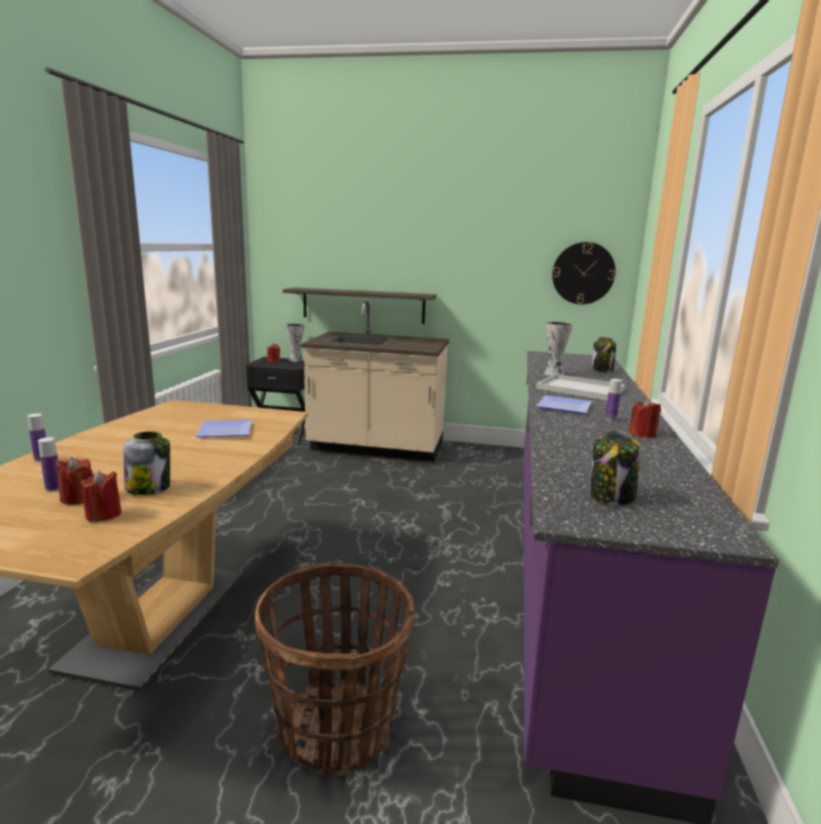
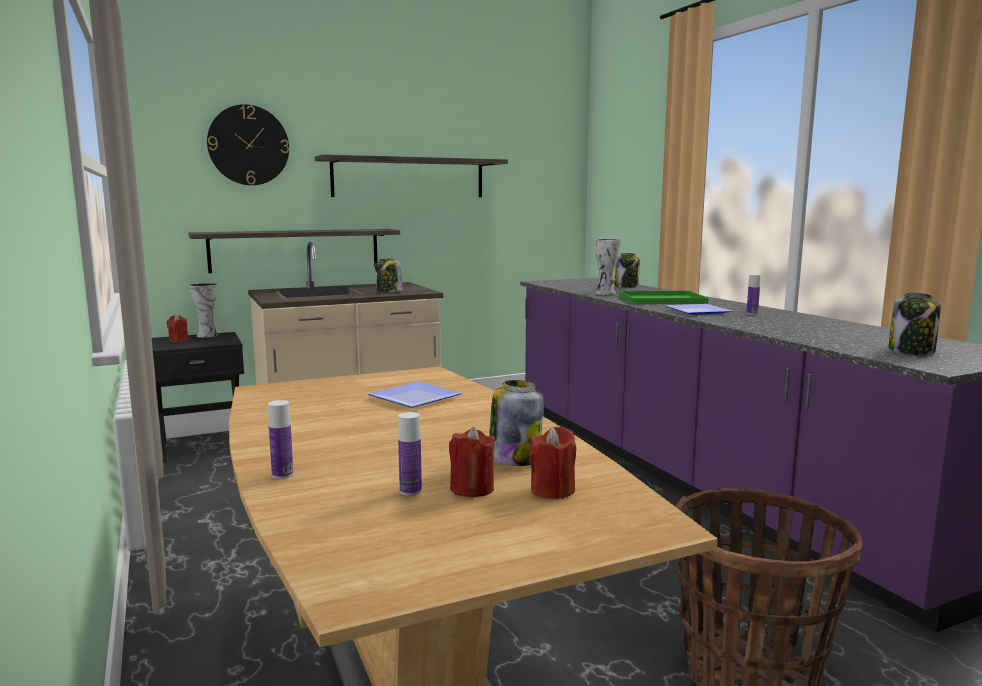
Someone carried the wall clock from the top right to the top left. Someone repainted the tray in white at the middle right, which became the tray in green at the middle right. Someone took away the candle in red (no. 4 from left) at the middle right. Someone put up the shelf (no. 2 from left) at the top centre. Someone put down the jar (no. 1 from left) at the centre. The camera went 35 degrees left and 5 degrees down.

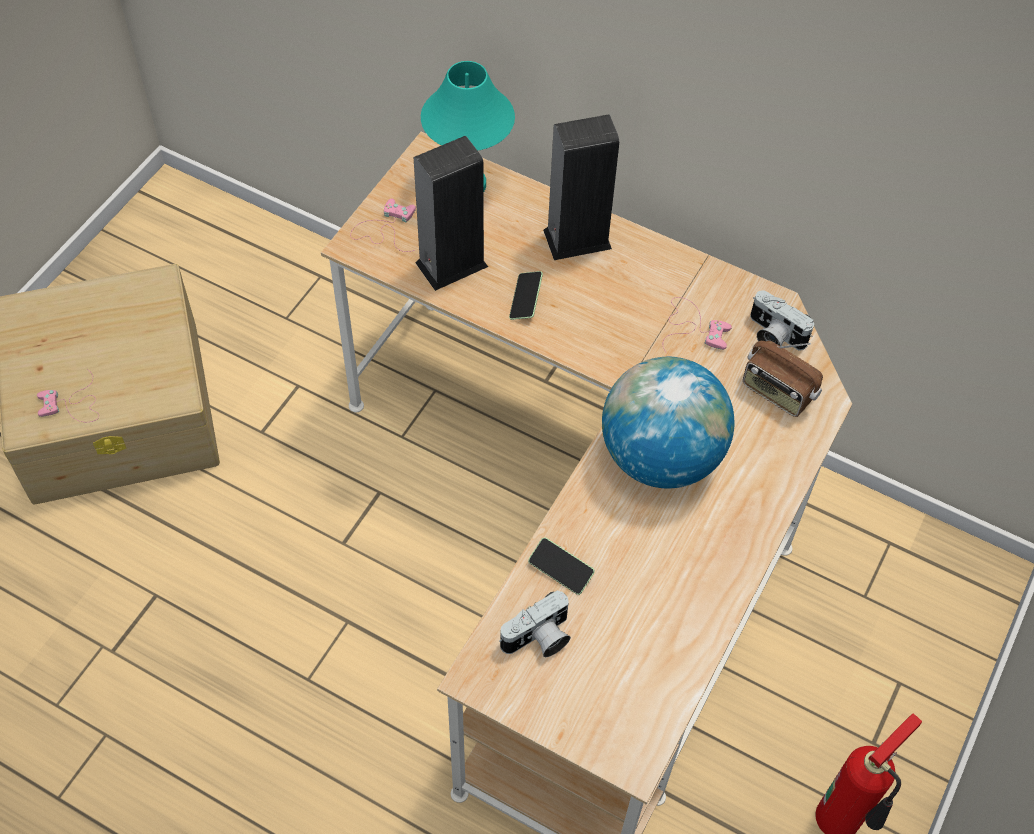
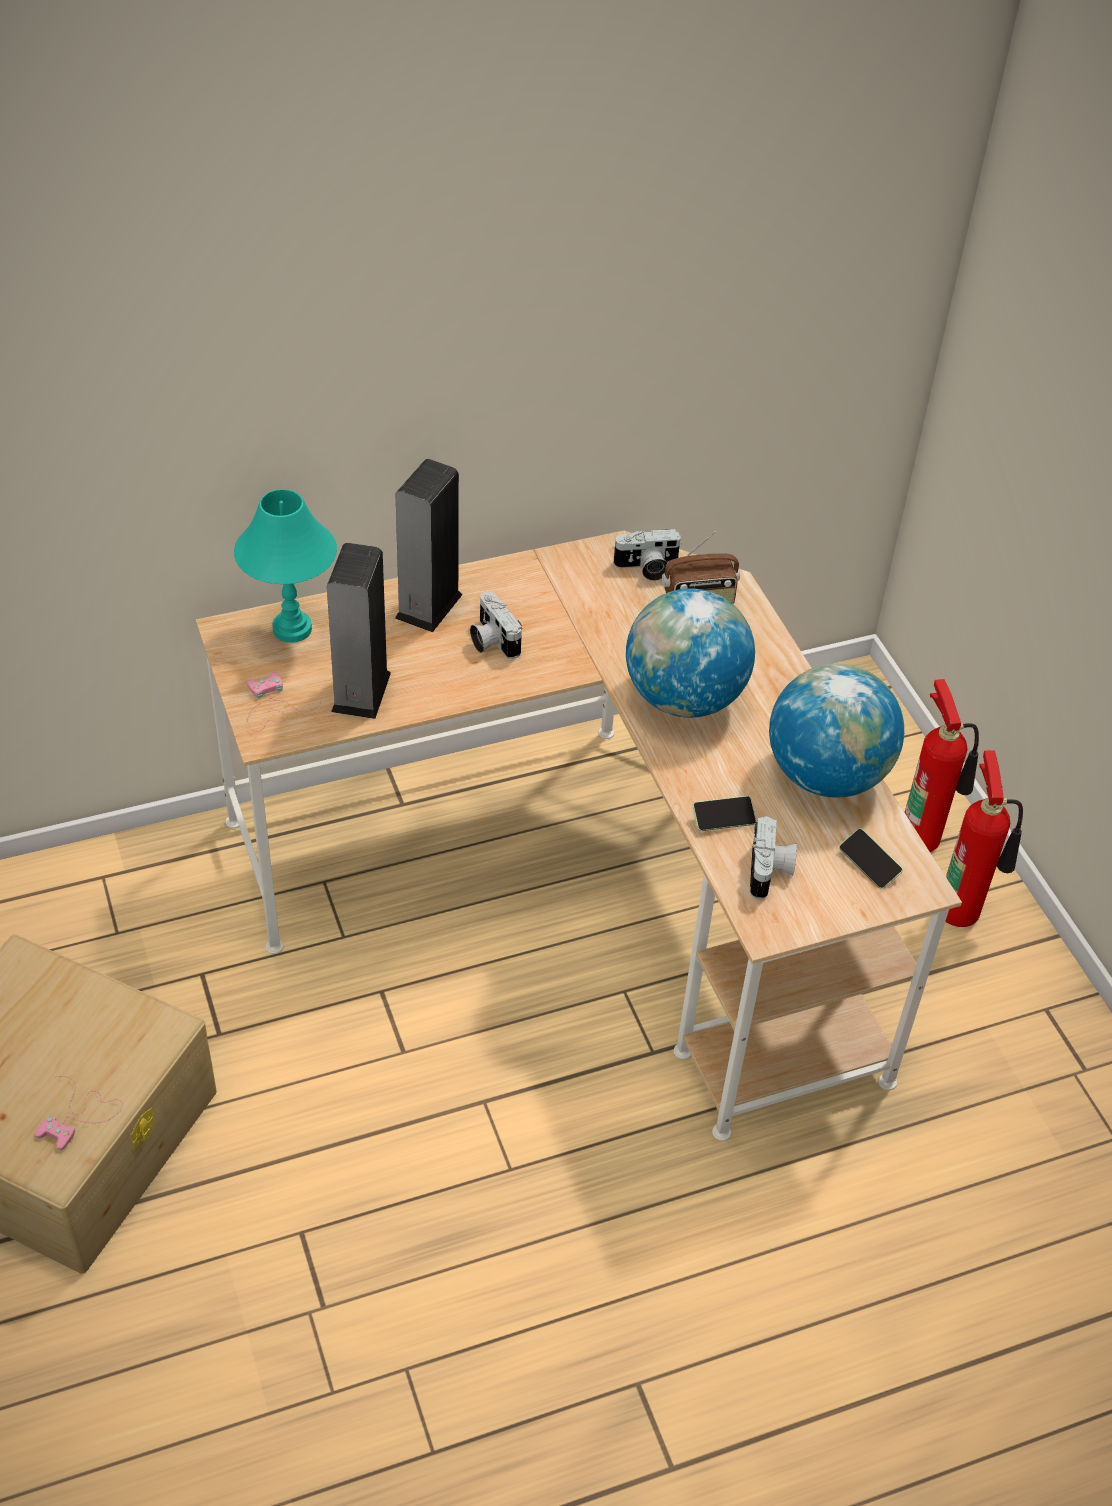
Someone carried the phone (no. 1 from left in the first image) from the centre to the middle right. Someone took away the game controller in pink (no. 3 from left) at the middle right. Someone put down the photo camera (no. 1 from left) at the centre. Someone put down the globe (no. 2 from left) at the middle right. Someone put down the fire extinguisher (no. 1 from left) at the middle right. The camera went 50 degrees left and 10 degrees down.

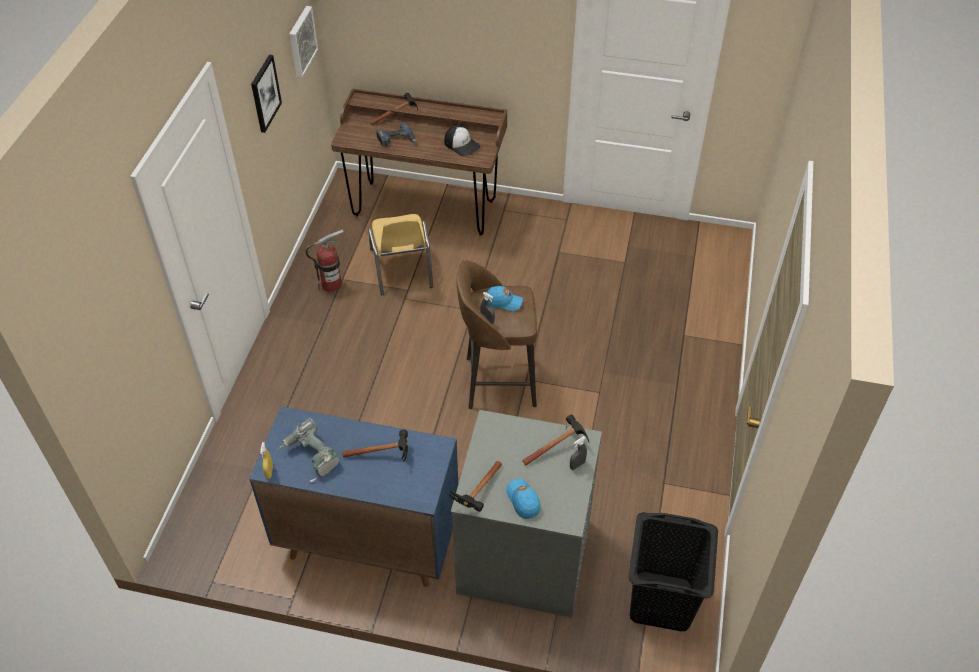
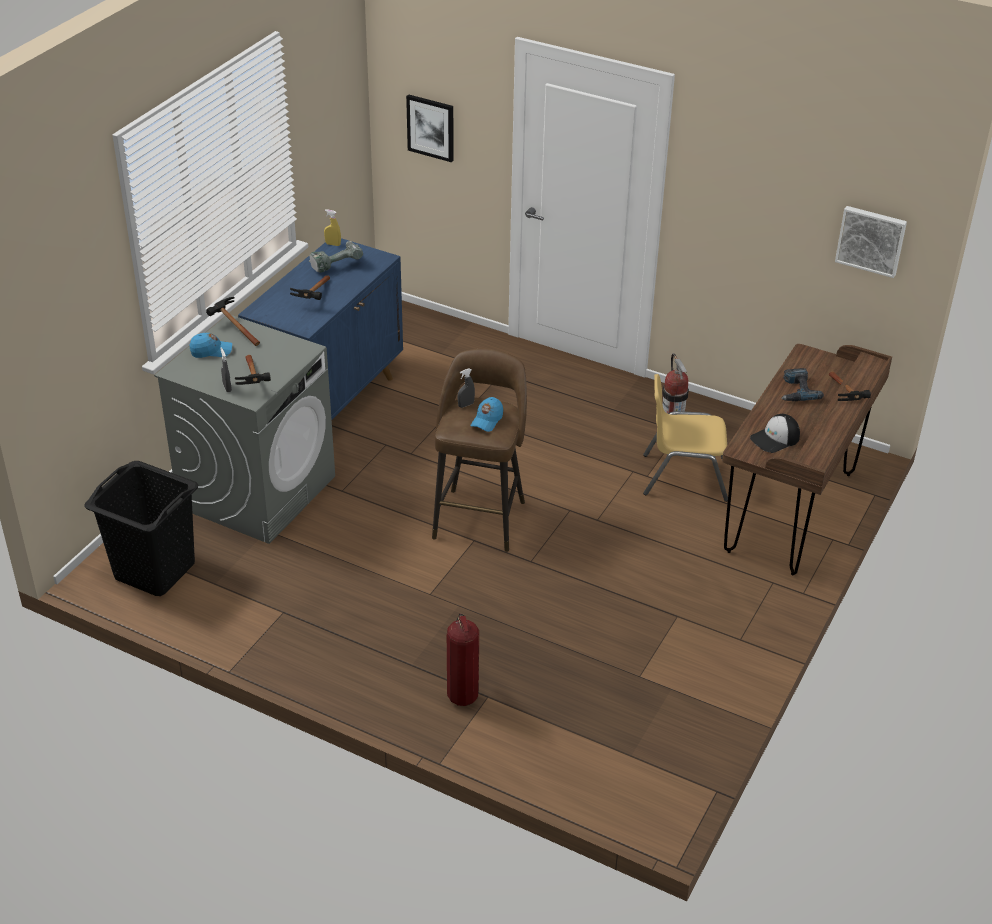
Someone carried the picture (no. 1 from left) from the top left to the top centre. Someone put down the fire extinguisher (no. 1 from left) at the bottom centre. The camera went 105 degrees right and 10 degrees down.

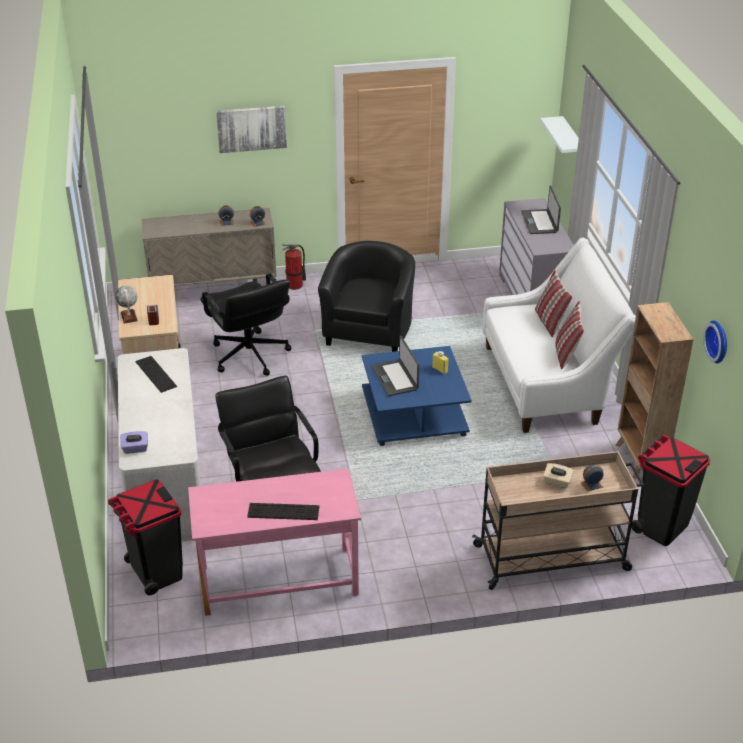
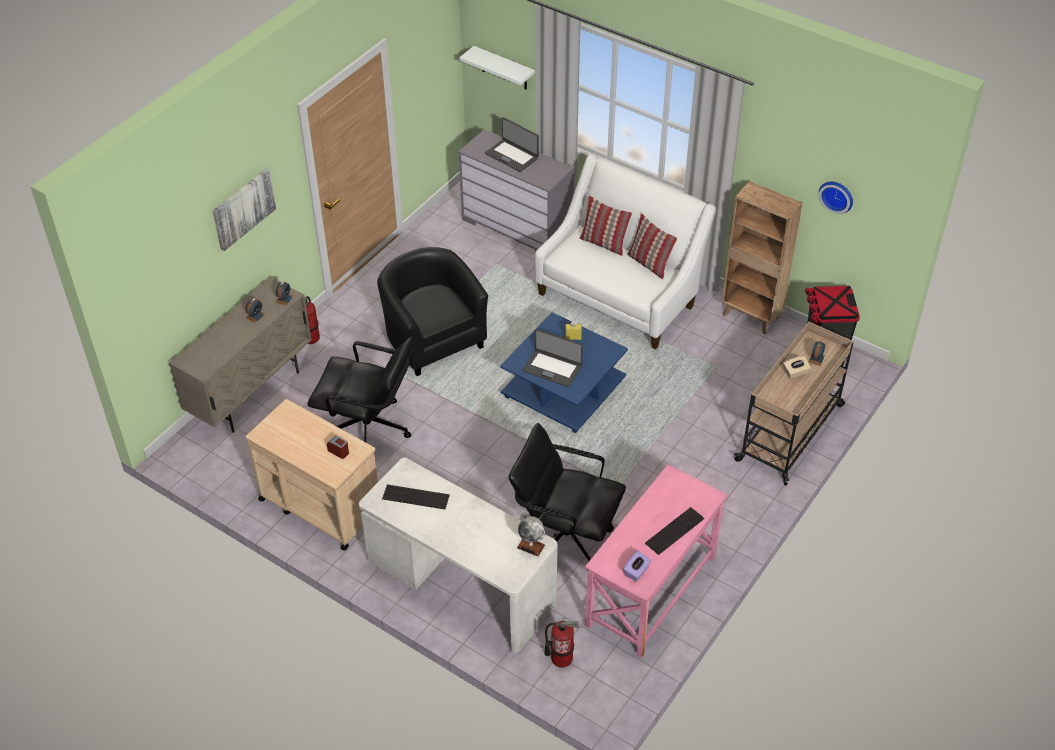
Someone carried the globe from the middle left to the bottom centre. Someone carried the tissue box in purple from the middle left to the bottom centre. Someone swapped the trash can in black (no. 1 from left) at the bottom left for the fire extinguisher (no. 2 from left) at the bottom centre. The camera went 45 degrees left and 10 degrees up.

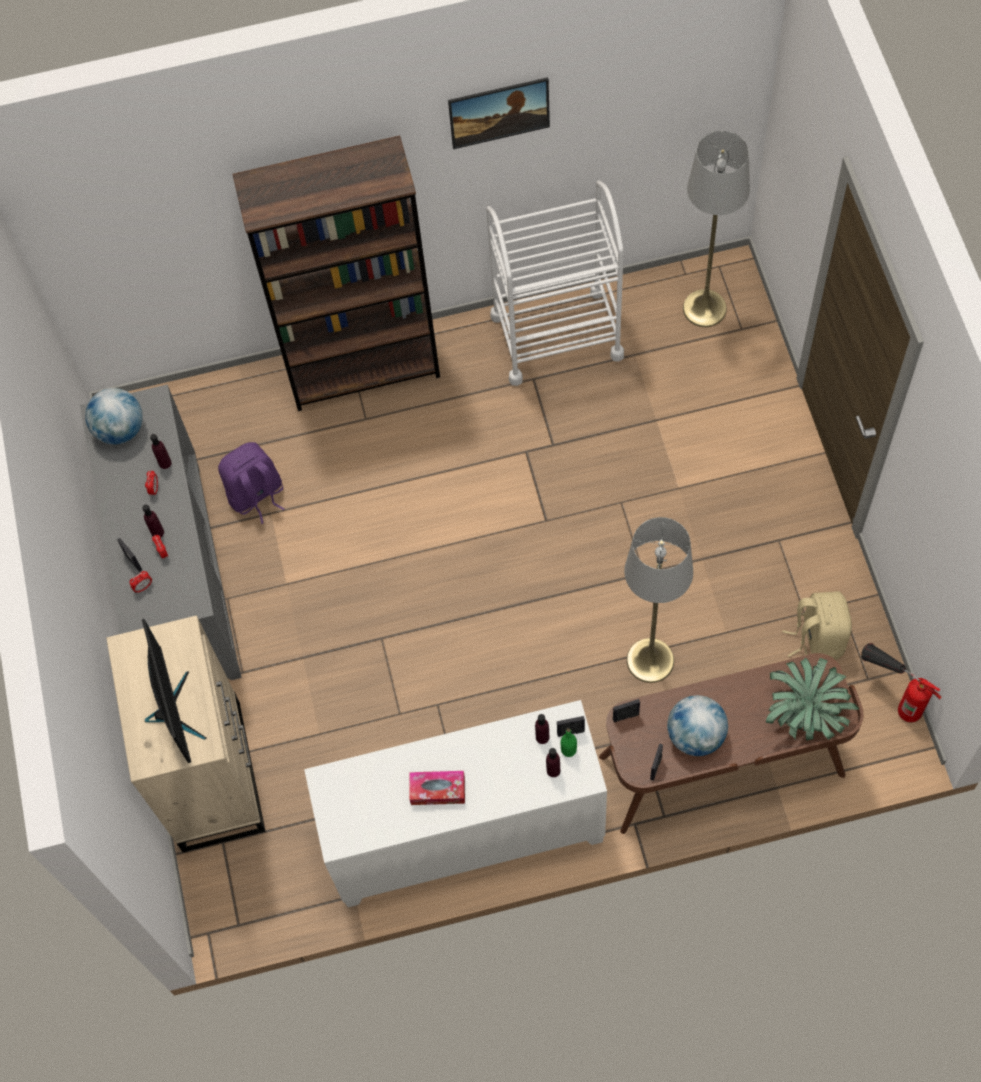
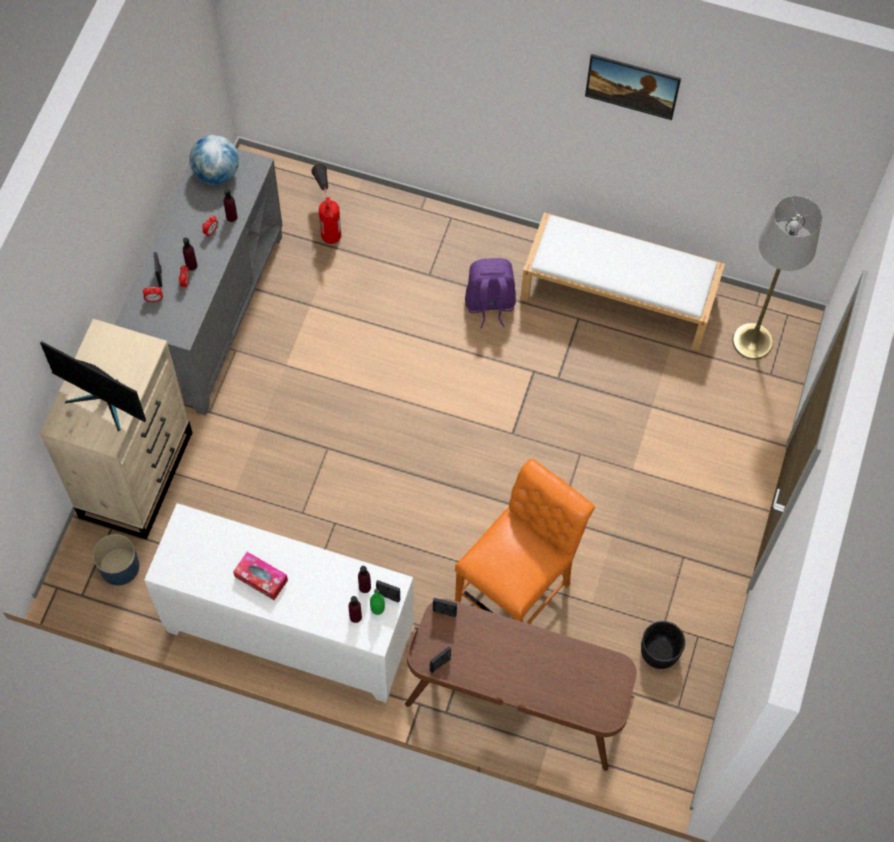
Someone took away the bookcase in brown at the top centre. Someone swapped the cart in white at the top centre for the bench in white at the middle right. Someone carried the backpack in purple from the middle left to the centre. Someone swapped the floor lamp in grey (no. 1 from left) at the middle right for the chair in orange at the centre. Someone swapped the backpack in beige at the middle right for the planter in black at the bottom right. Someone rotated the monitor at the middle left by 105 degrees clockwise. Someone carried the fire extinguisher from the middle right to the top centre. Someone took away the potted plant at the middle right. Someone took away the globe (no. 2 from left) at the bottom right. Someone put down the planter in blue at the middle left. The camera went 25 degrees right and 0 degrees up.

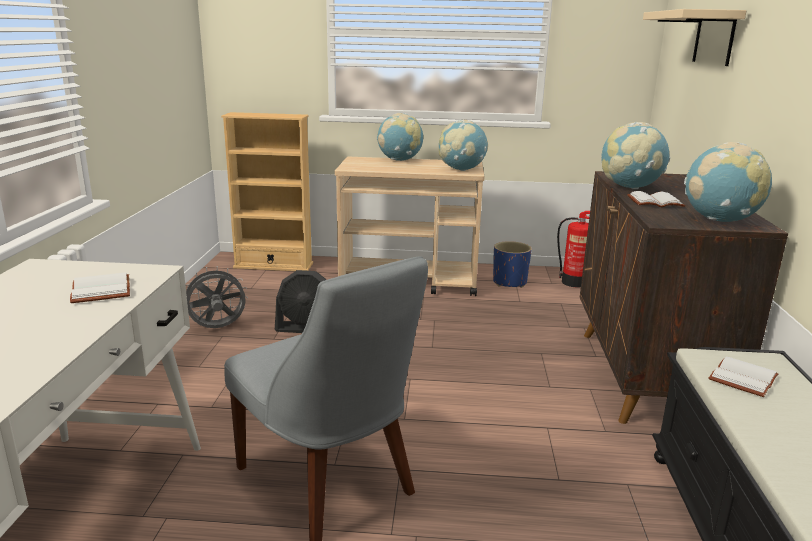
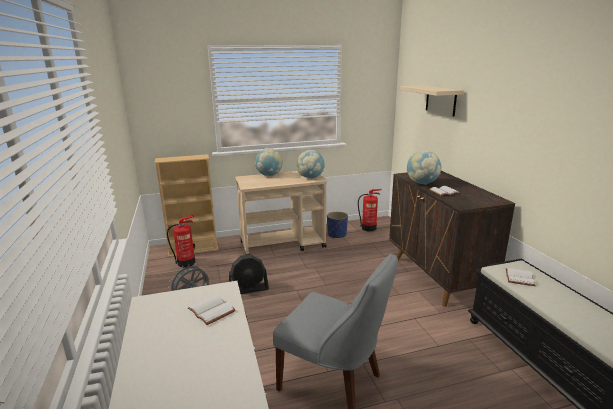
Someone took away the globe (no. 4 from left) at the middle right. Someone put down the fire extinguisher (no. 1 from left) at the middle left. The camera went 20 degrees left and 0 degrees up.

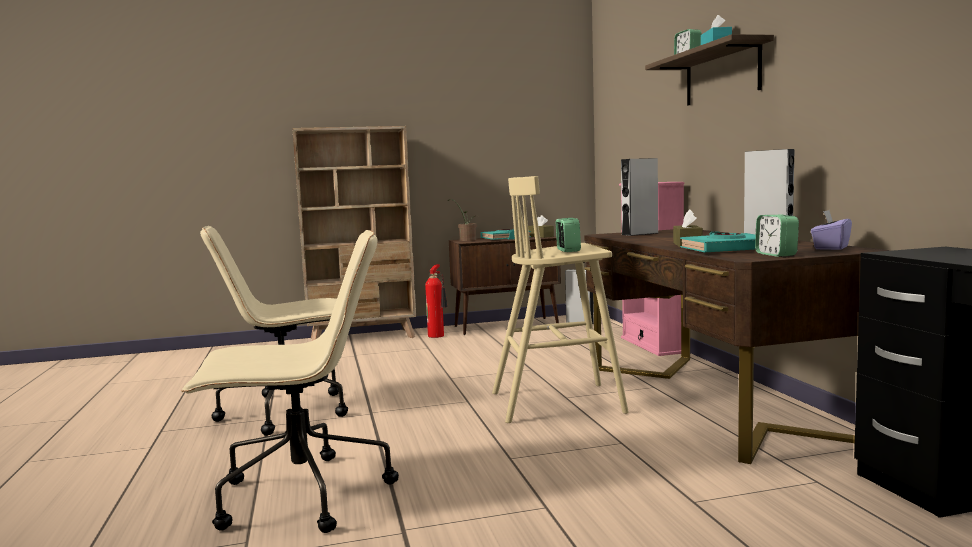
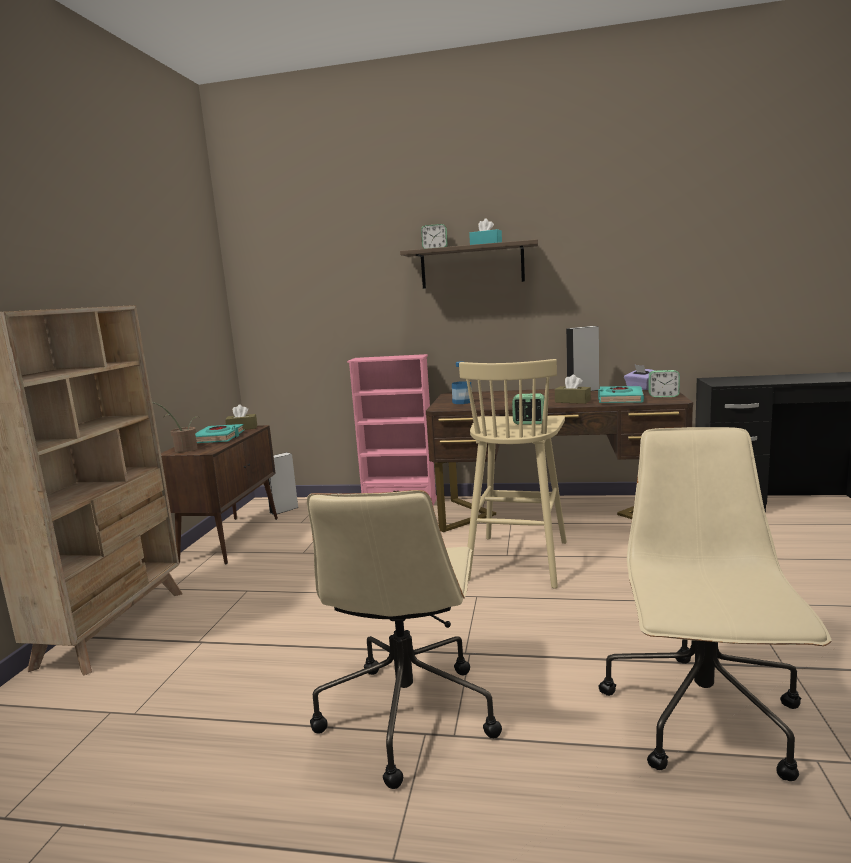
Someone swapped the speaker in grey (no. 2 from left) at the centre for the bottle at the centre. Someone took away the fire extinguisher at the centre. The camera went 65 degrees left and 5 degrees up.

